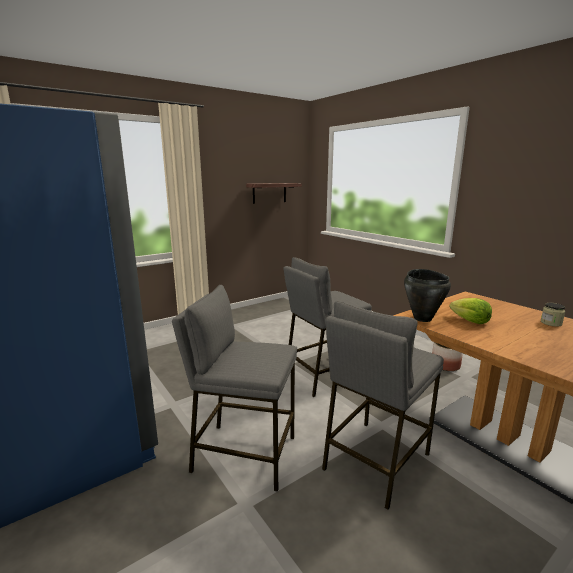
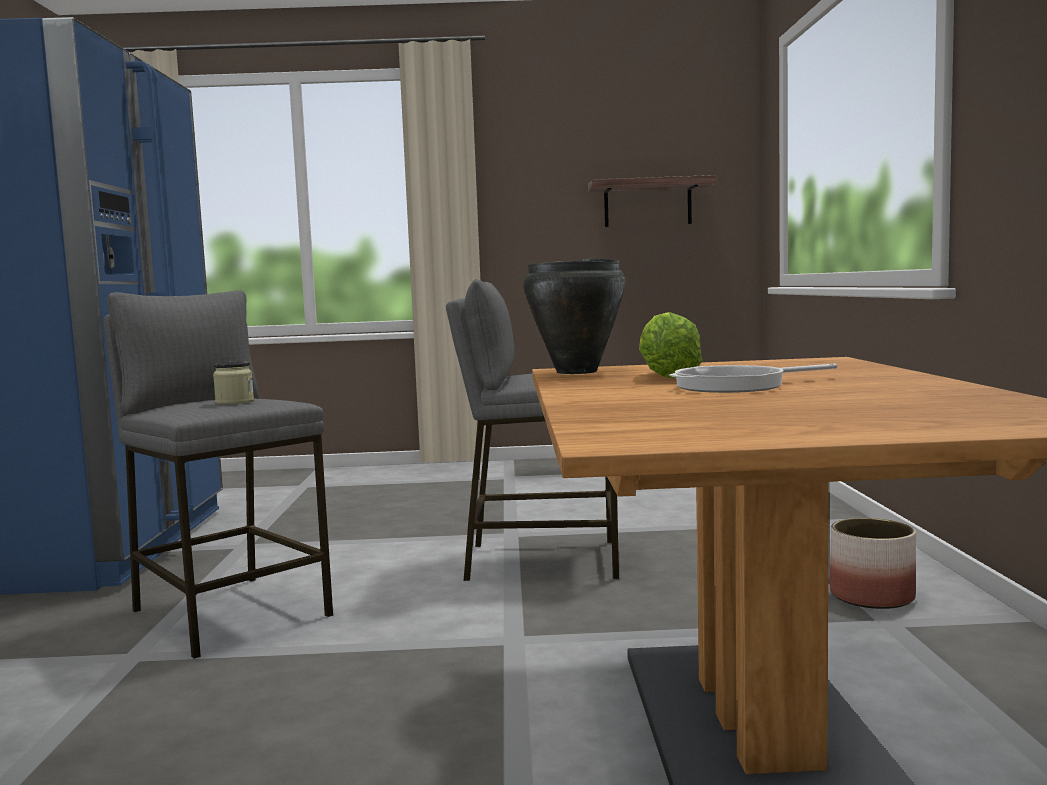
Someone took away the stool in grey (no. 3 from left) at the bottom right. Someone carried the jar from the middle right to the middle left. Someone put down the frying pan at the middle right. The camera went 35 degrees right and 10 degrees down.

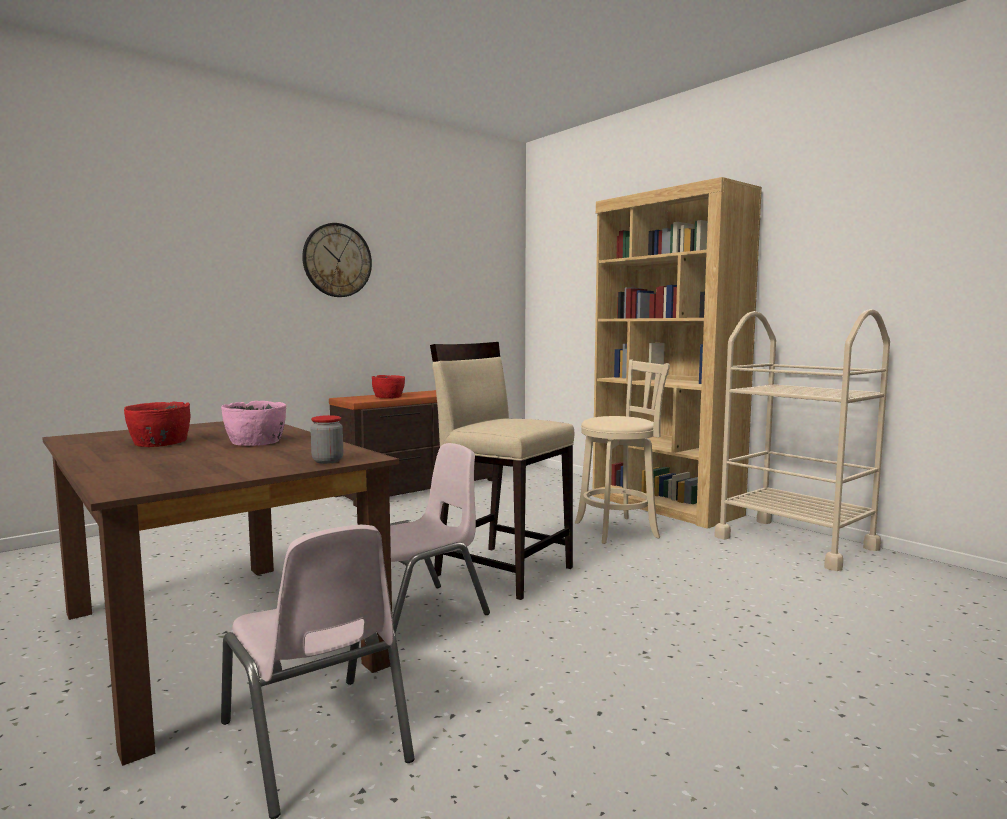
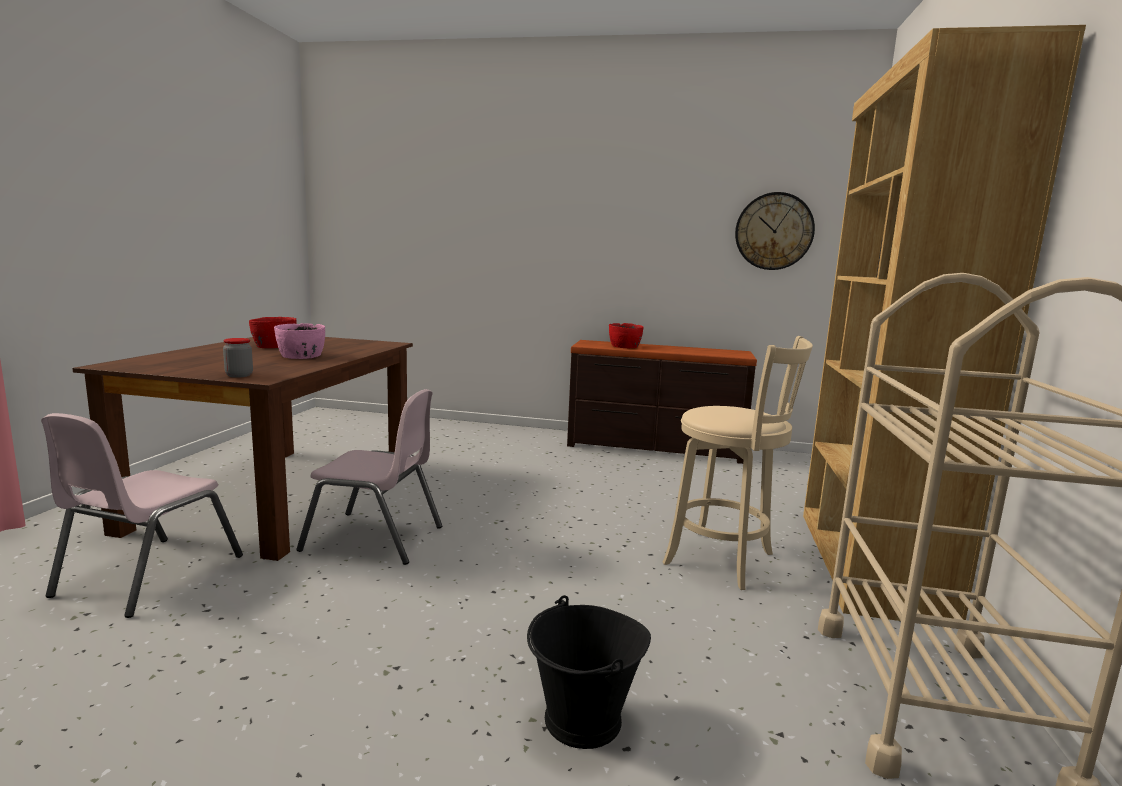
Someone carried the wall clock from the top centre to the top right. Someone took away the stool in beige (no. 1 from left) at the centre. Someone put down the bucket in black at the bottom centre. The camera went 50 degrees right and 5 degrees up.

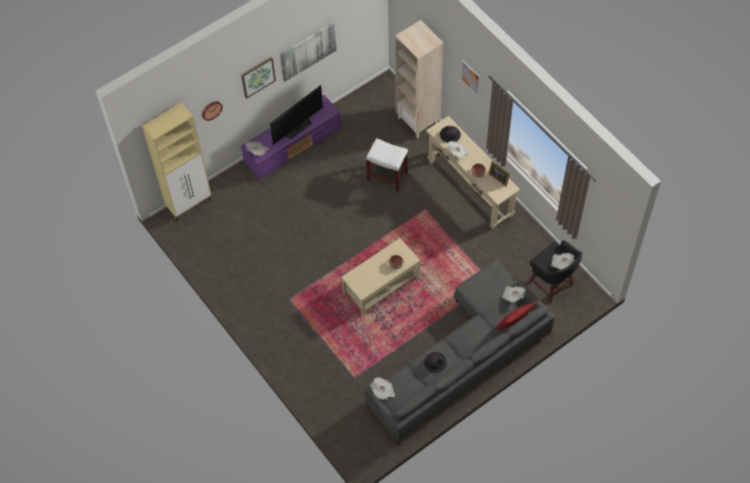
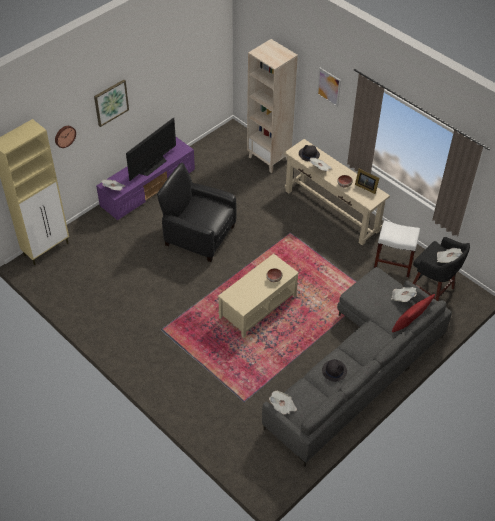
Someone took away the picture (no. 2 from left) at the top centre. Someone carried the stool in white from the centre to the middle right. Someone put down the armchair in black at the centre. The camera went 10 degrees left and 10 degrees down.

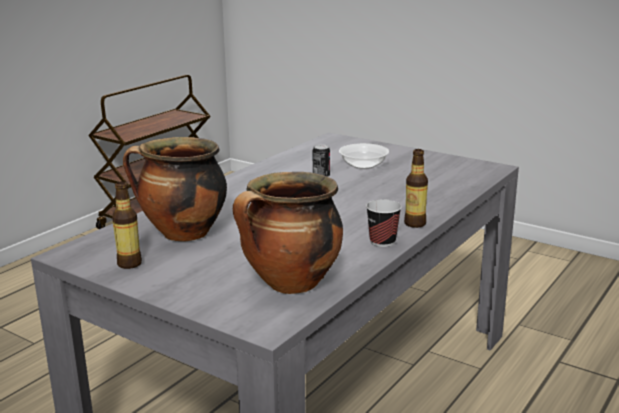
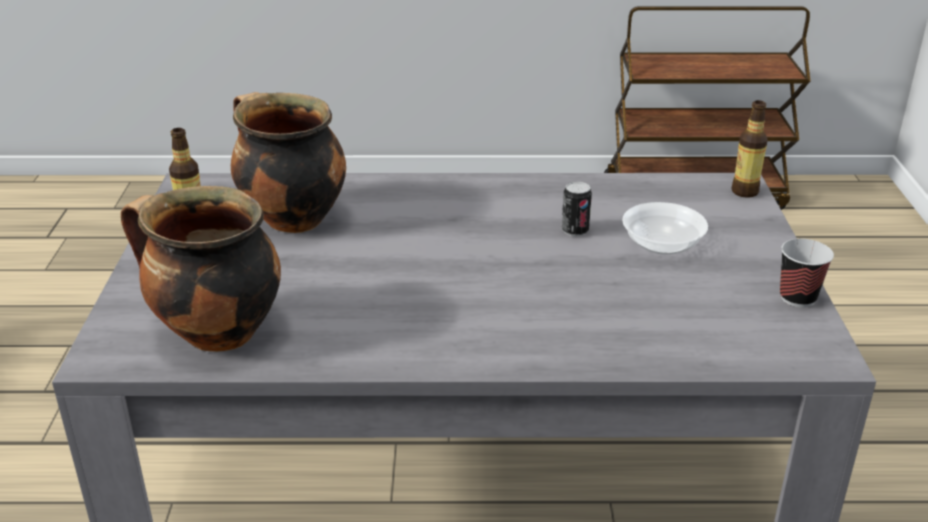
Someone carried the bottle (no. 2 from left) from the middle right to the top right. Someone carried the cup from the centre to the middle right. The camera went 55 degrees right and 10 degrees up.

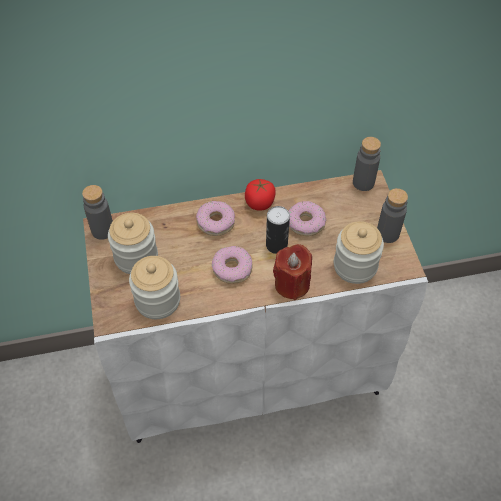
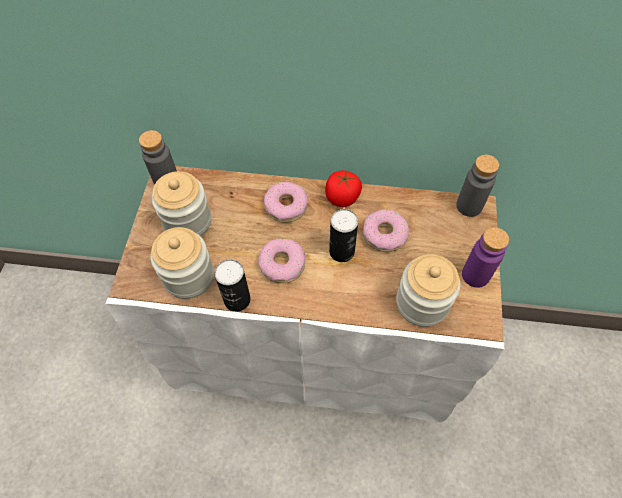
Someone repainted the bottle in grey (no. 3 from left) at the middle right, which became the bottle in purple at the middle right. Someone took away the candle in red at the centre. Someone put down the can (no. 1 from left) at the centre. The camera went 20 degrees right and 5 degrees up.

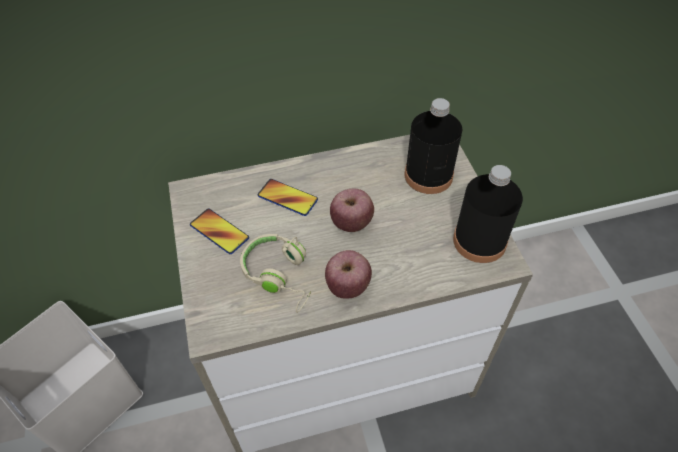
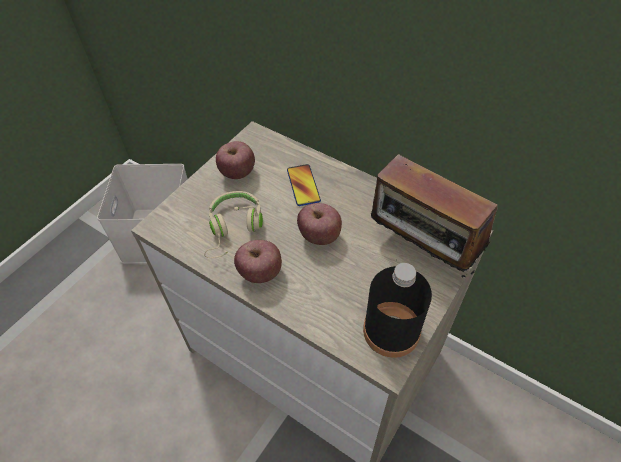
Someone swapped the bottle in black (no. 1 from left) at the top centre for the radio at the middle right. Someone swapped the phone (no. 1 from left) at the middle left for the apple (no. 1 from left) at the centre. The camera went 50 degrees right and 0 degrees up.

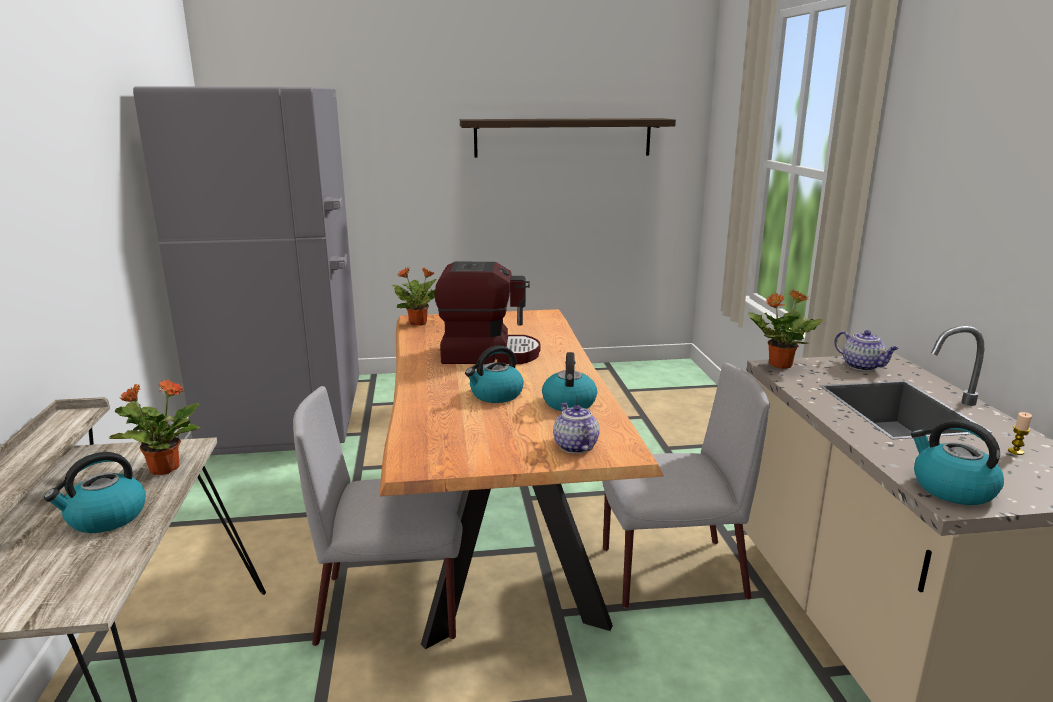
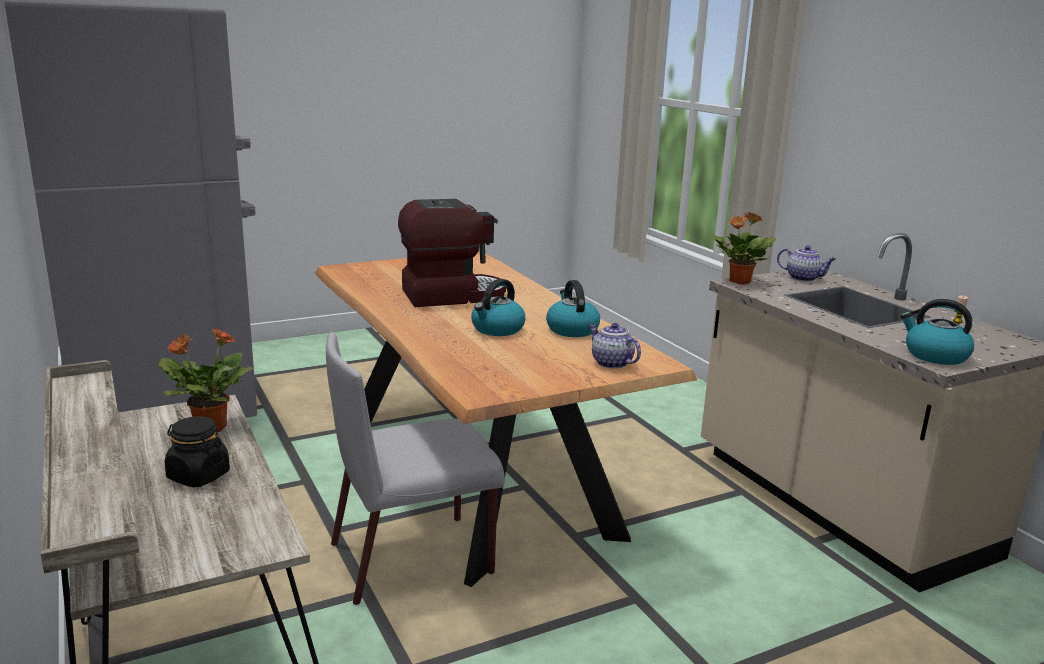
Someone took away the shelf at the top centre. Someone took away the potted plant (no. 2 from left) at the centre. Someone took away the chair in grey (no. 2 from left) at the bottom centre. Someone swapped the kettle (no. 1 from left) at the bottom left for the jar in black at the bottom left. The camera went 20 degrees left and 0 degrees up.

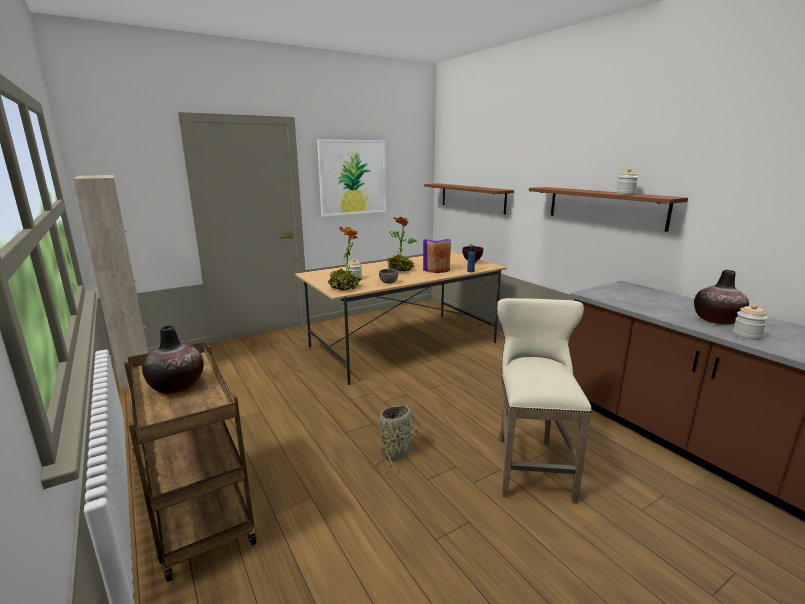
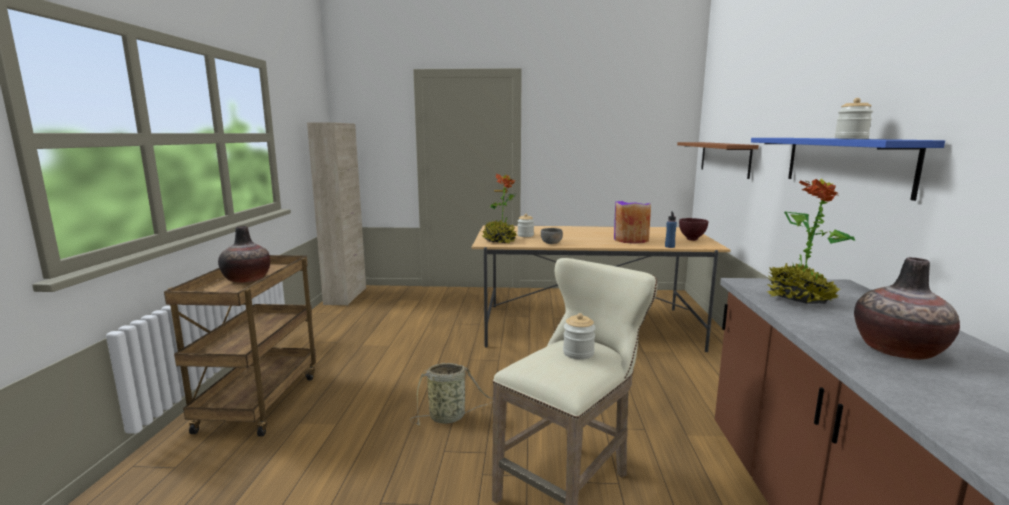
Someone took away the picture at the top centre. Someone repainted the shelf in brown (no. 2 from left) at the middle right, which became the shelf in blue at the middle right. Someone carried the potted plant (no. 2 from left) from the centre to the middle right. Someone carried the jar (no. 3 from left in the first image) from the middle right to the centre. The camera went 35 degrees right and 5 degrees down.

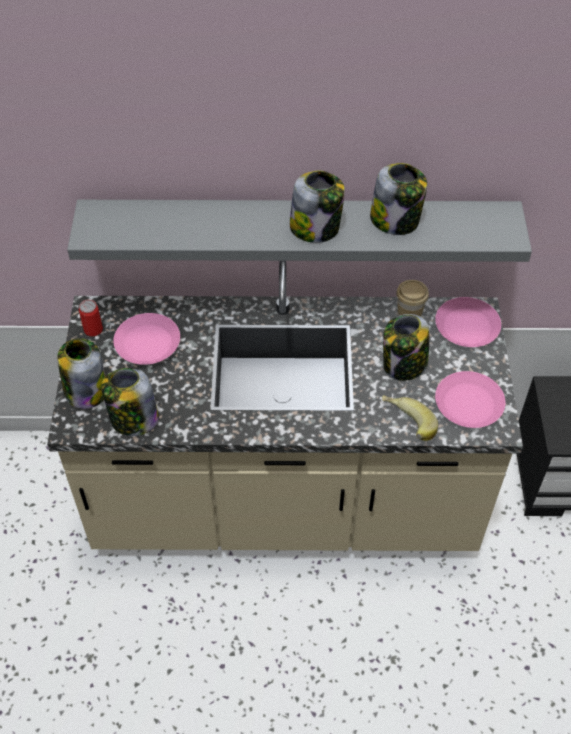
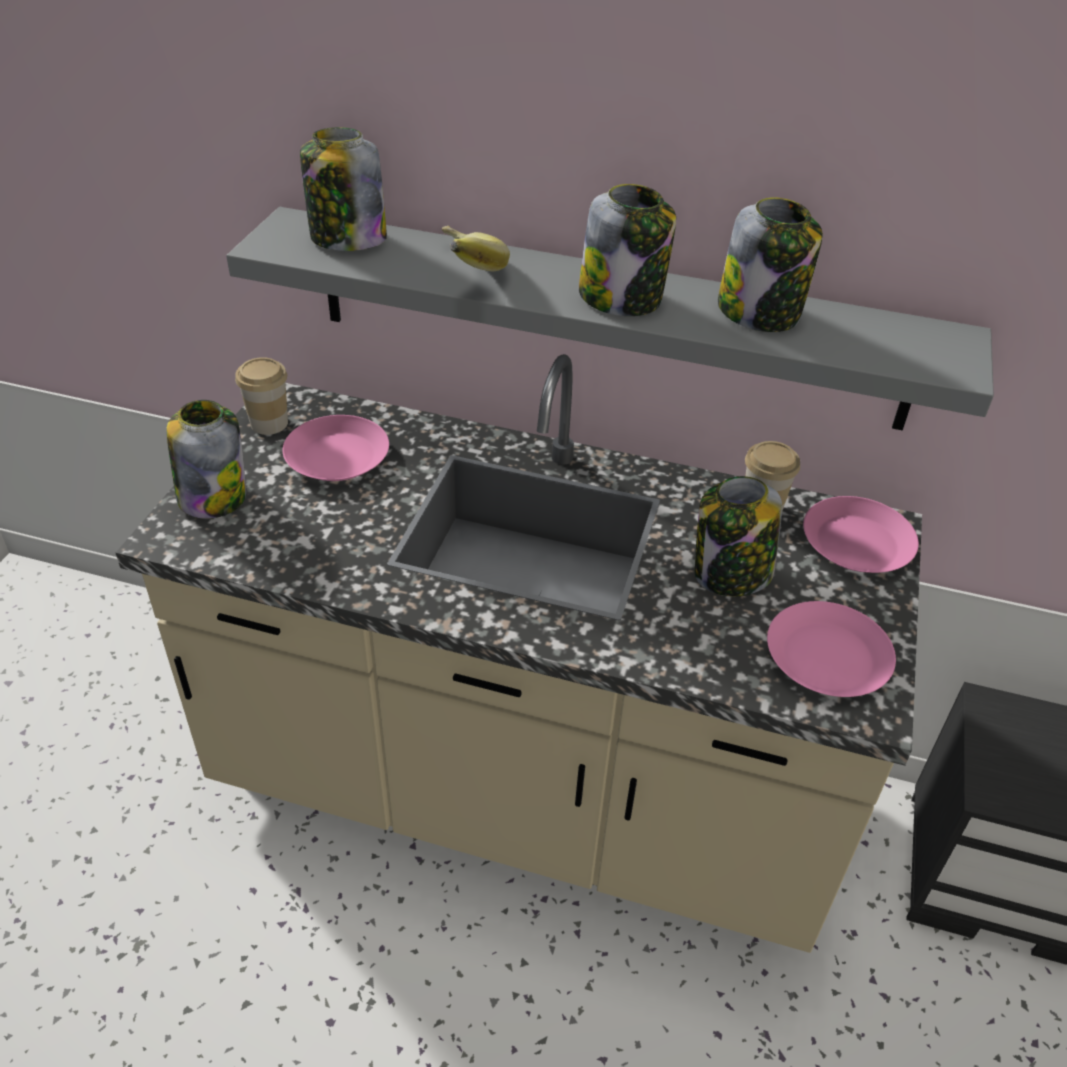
Someone swapped the can at the middle left for the cup (no. 1 from left) at the middle left. Someone carried the jar (no. 2 from left) from the middle left to the top left. Someone carried the banana from the middle right to the top centre. The camera went 15 degrees right and 10 degrees down.

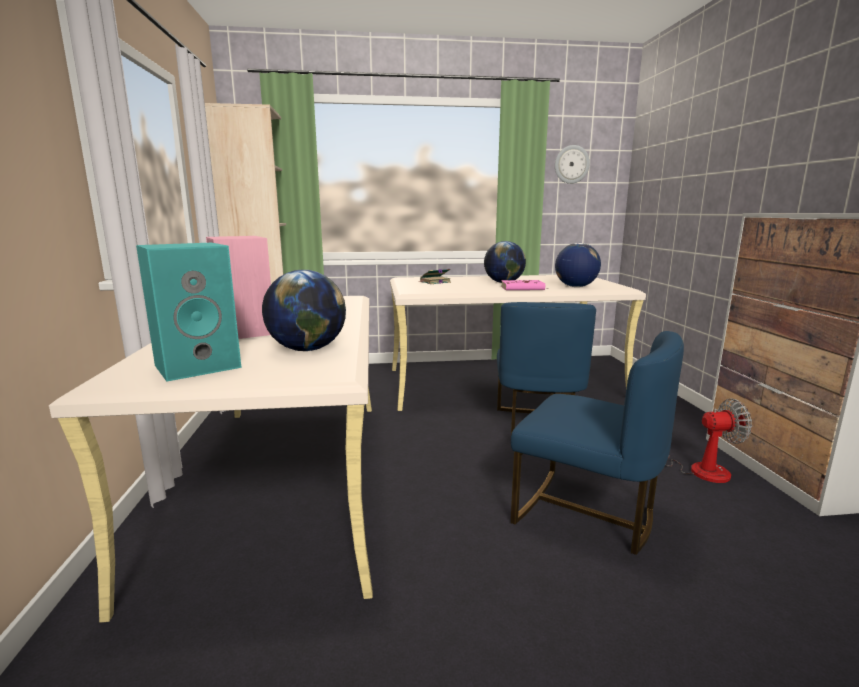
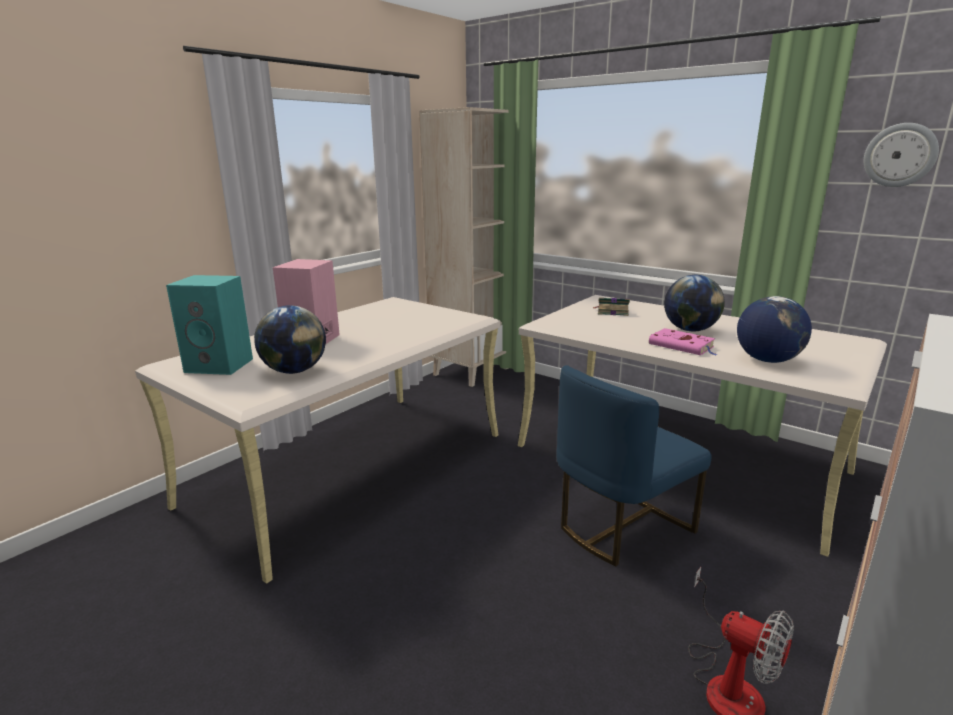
Someone took away the chair in blue (no. 2 from left) at the middle right. The camera went 45 degrees right and 5 degrees up.

